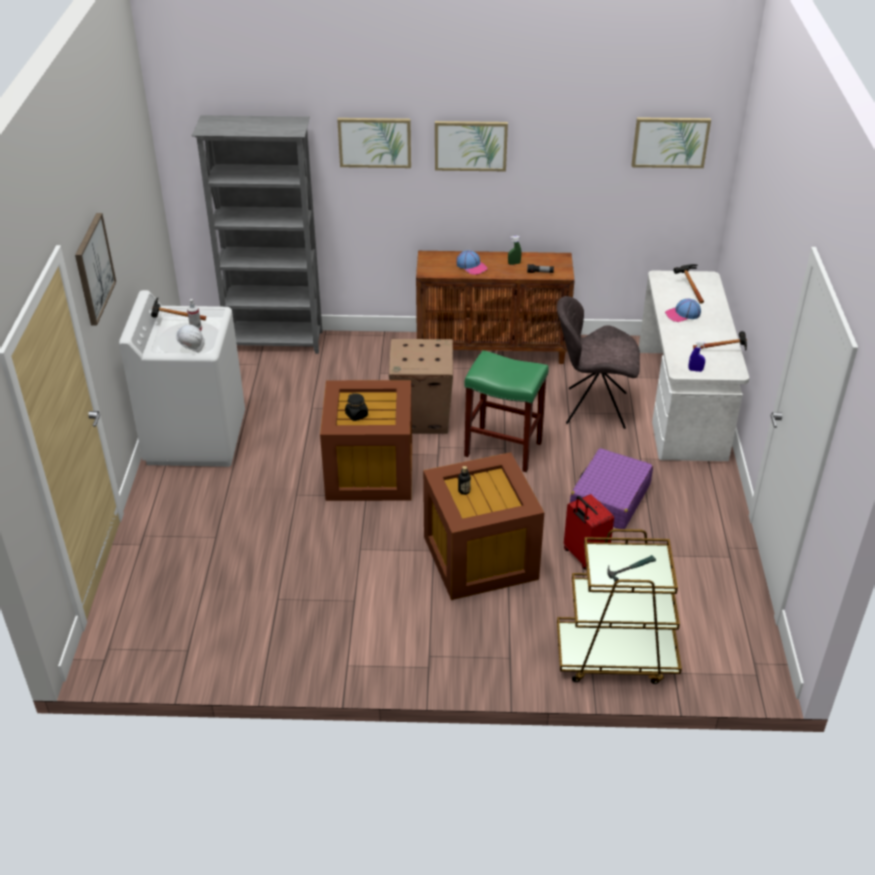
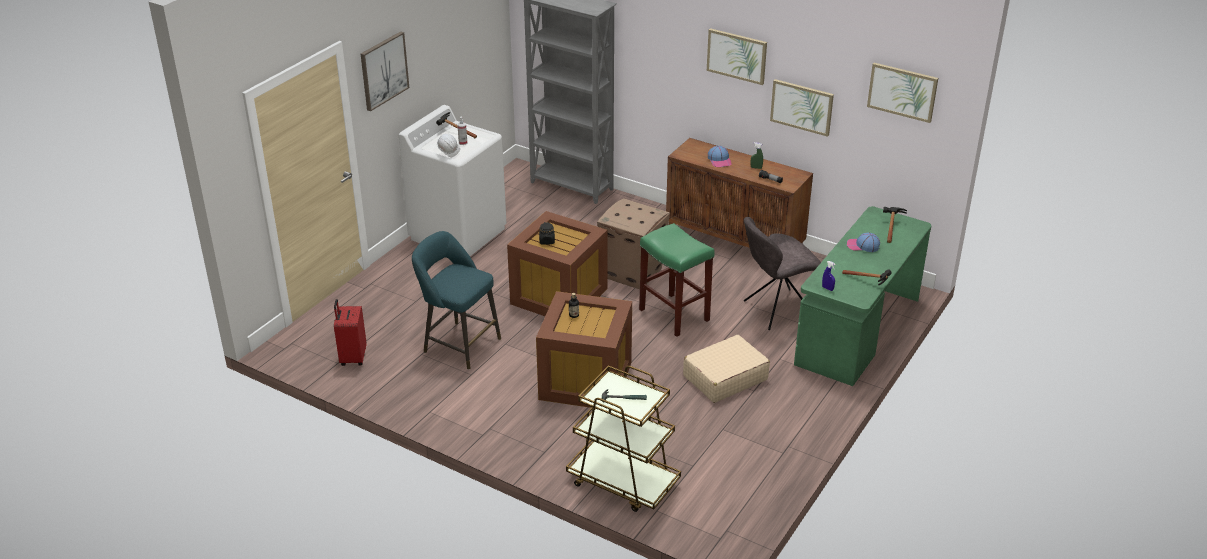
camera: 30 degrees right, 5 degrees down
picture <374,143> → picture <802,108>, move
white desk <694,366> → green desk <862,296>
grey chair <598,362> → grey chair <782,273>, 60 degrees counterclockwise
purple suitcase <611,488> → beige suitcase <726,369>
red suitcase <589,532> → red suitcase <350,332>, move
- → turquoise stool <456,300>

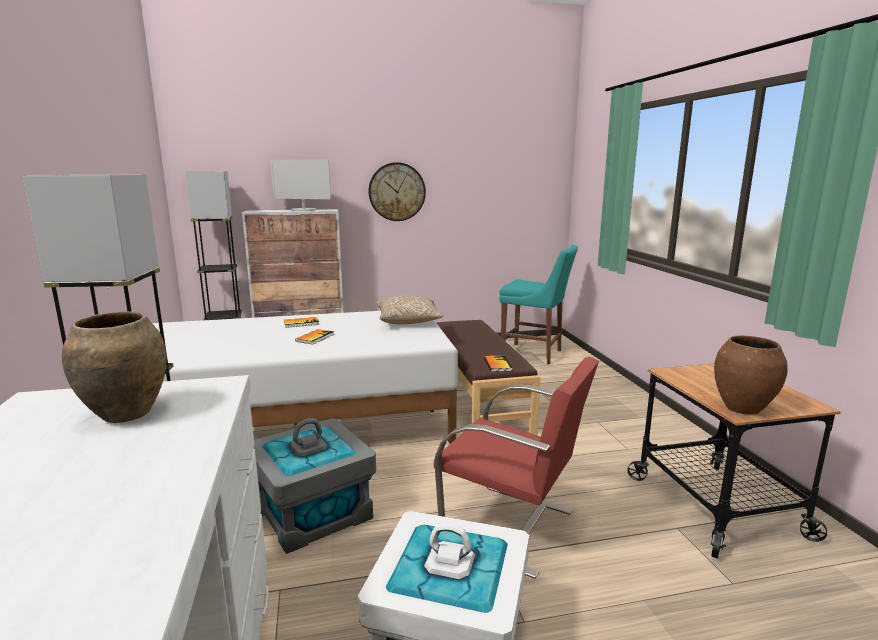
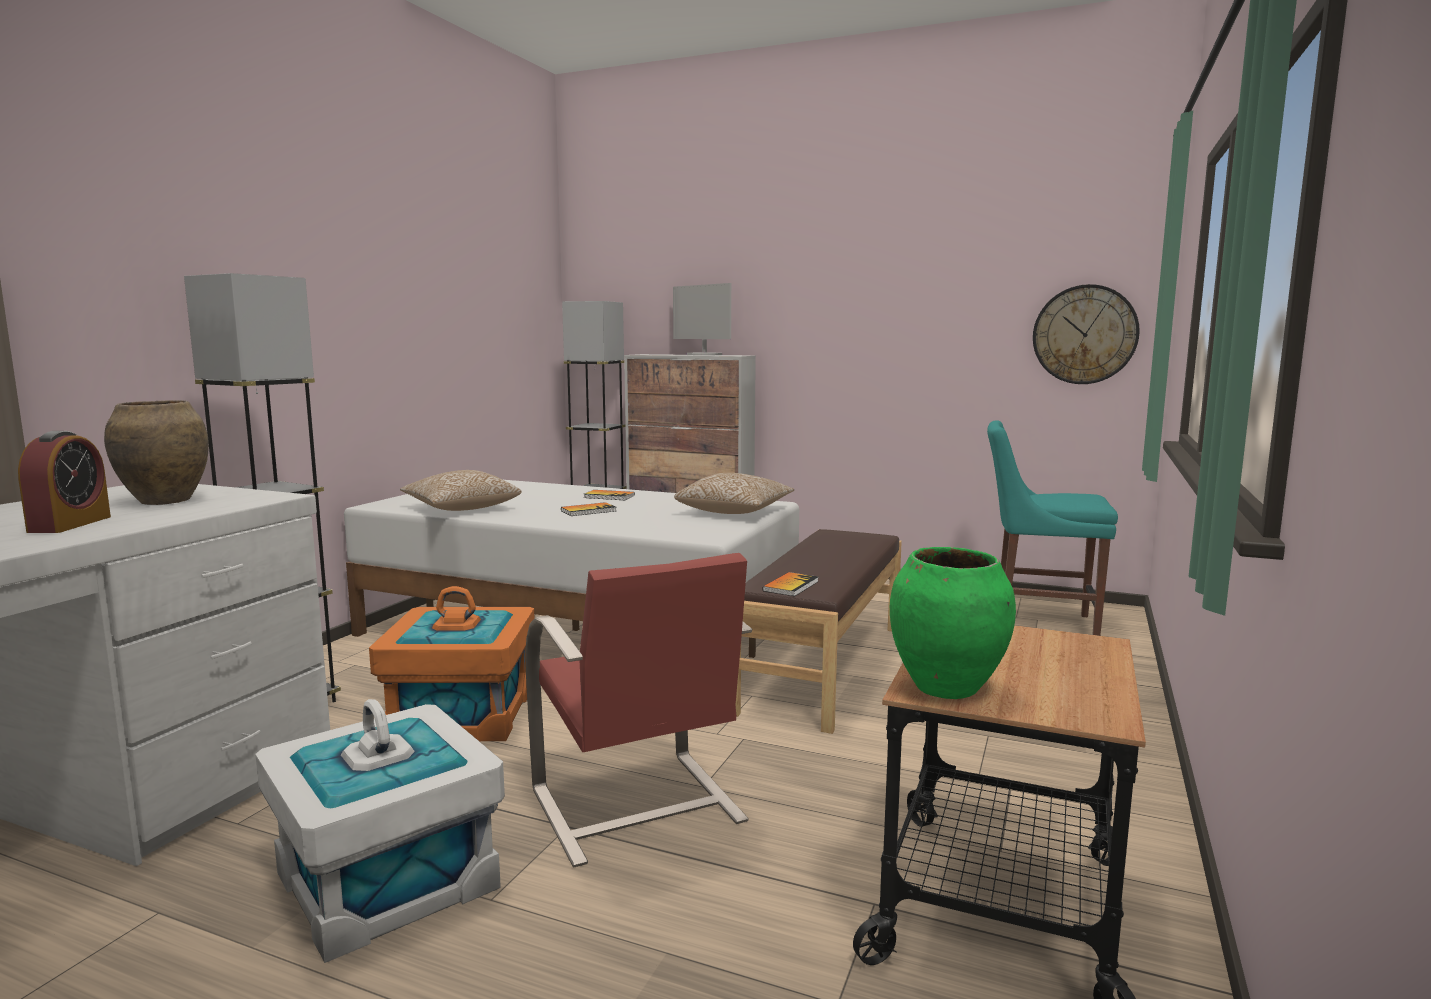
camera: 35 degrees right, 5 degrees down
wall clock <397,191> → wall clock <1086,334>, move
turquoise chair <538,305> → turquoise chair <1052,528>, 135 degrees clockwise
brown vase <751,374> → green vase <953,623>
grey storage box <314,486> → orange storage box <452,663>
- → alarm clock <64,482>
- → pillow <461,490>

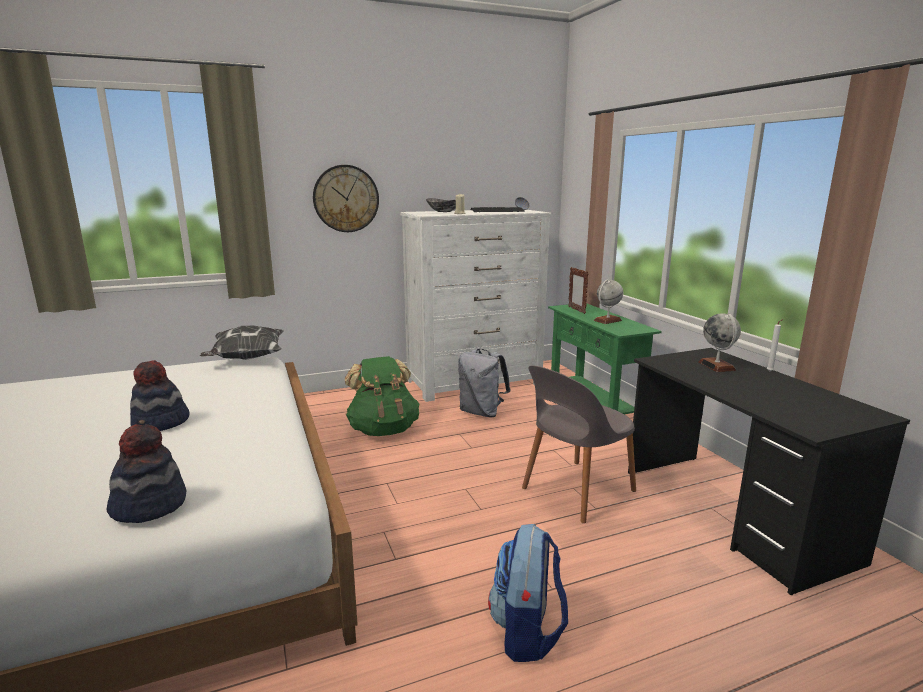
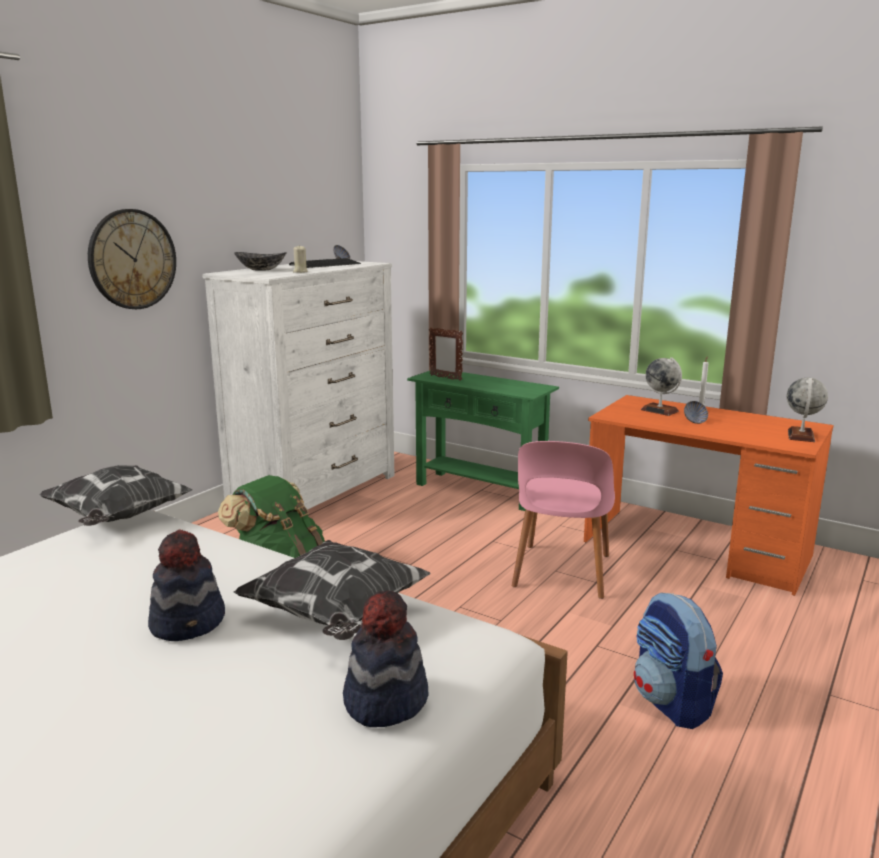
camera: 35 degrees left, 0 degrees up
globe <608,301> → globe <807,410>, move
black desk <769,471> → orange desk <708,495>
grey backpack <484,383> → -
grey chair <579,444> → pink chair <563,520>
- → bowl <696,412>
- → pillow <332,590>

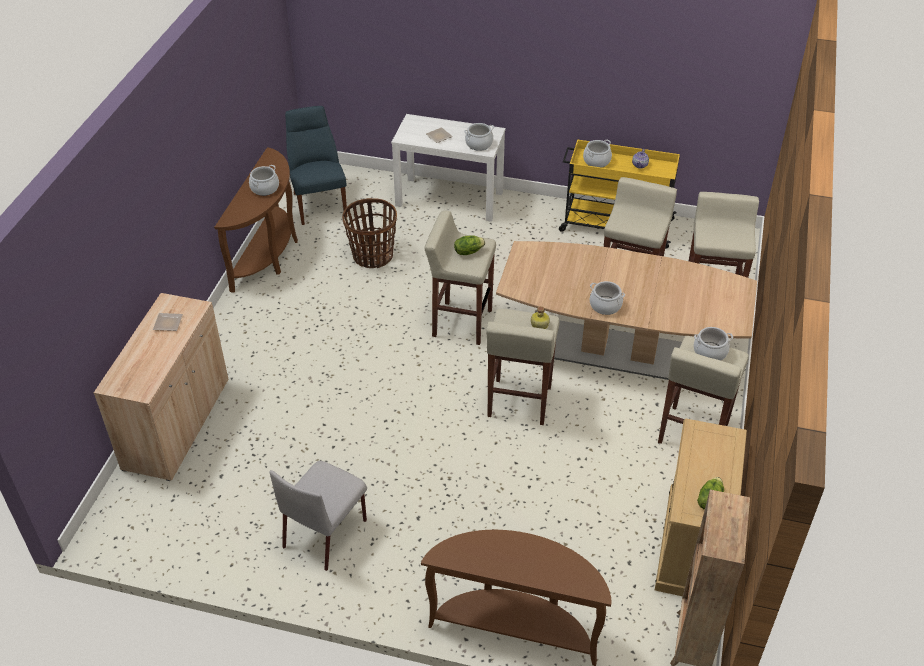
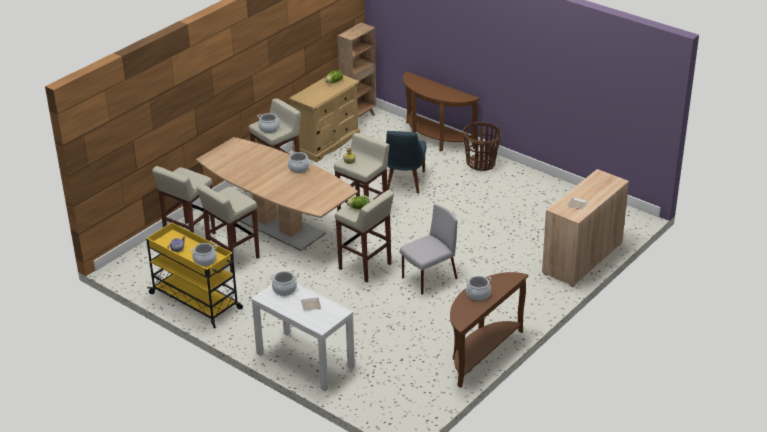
camera: 155 degrees left, 10 degrees down
blue chair <316,165> → blue chair <406,162>, move
basket <369,233> → basket <482,146>, move
grey chair <318,516> → grey chair <428,249>, move

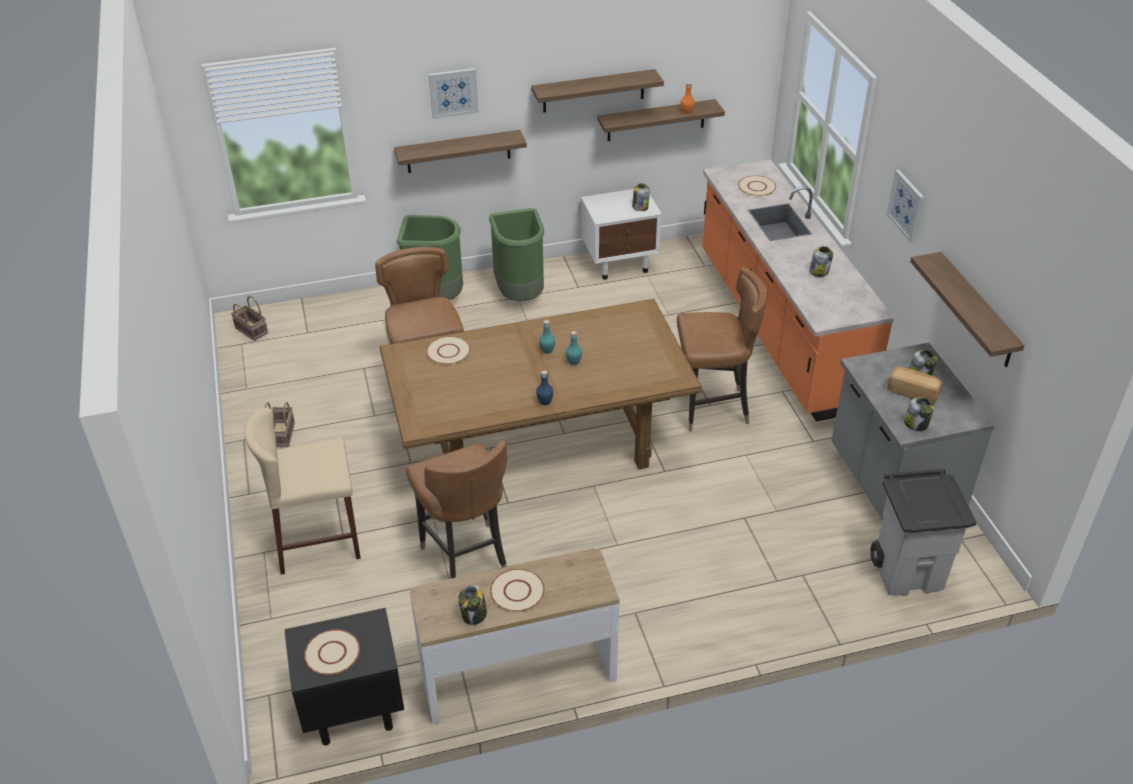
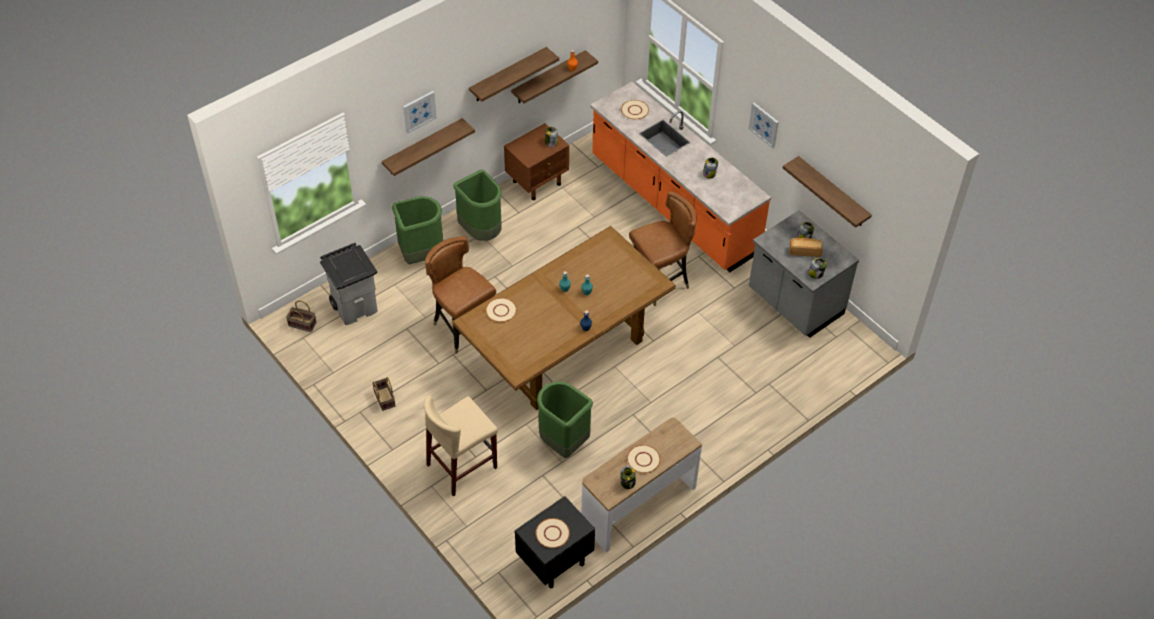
camera: 25 degrees left, 10 degrees up
white nightstand <621,234> → brown nightstand <536,161>
brown chair <456,509> → green trash can <565,419>
grey trash can <923,532> → grey trash can <349,284>, move

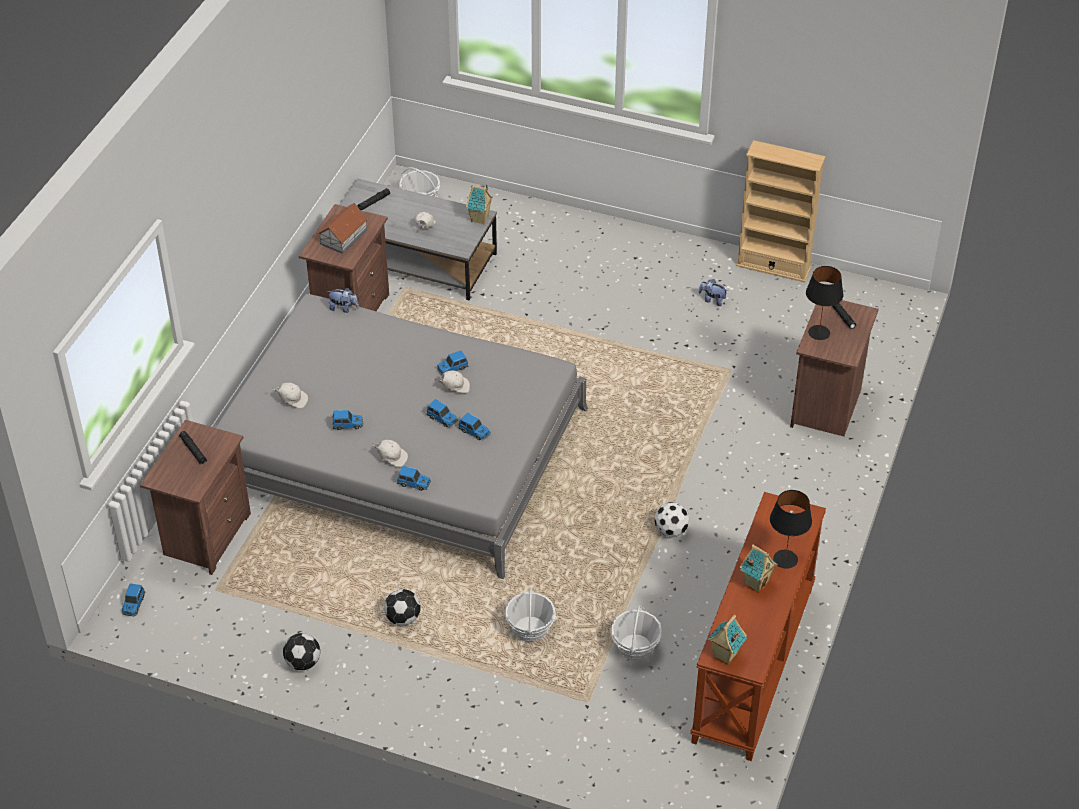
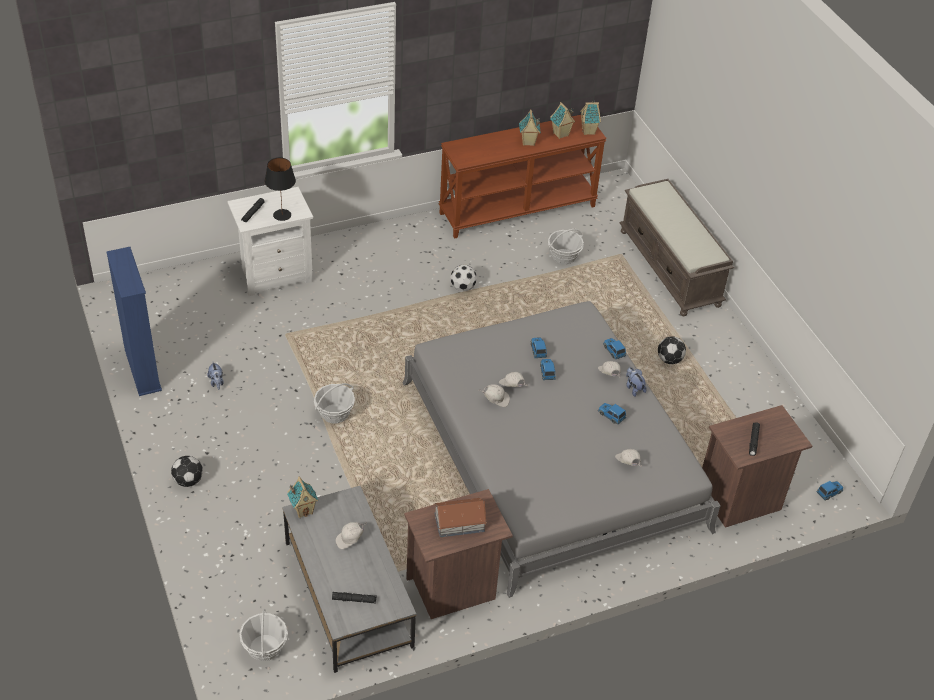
camera: 135 degrees left, 0 degrees up
beige bookcase <781,211> → blue bookcase <134,321>
plush toy <343,300> → plush toy <636,382>, move
brown nightstand <834,368> → white nightstand <270,241>
toy car <452,362> → white cap <494,395>
black table lamp <791,529> → -
basket <530,614> → basket <334,403>, move
football <301,651> → football <187,471>, move
- → toy house <562,120>
- → brown bench <676,247>

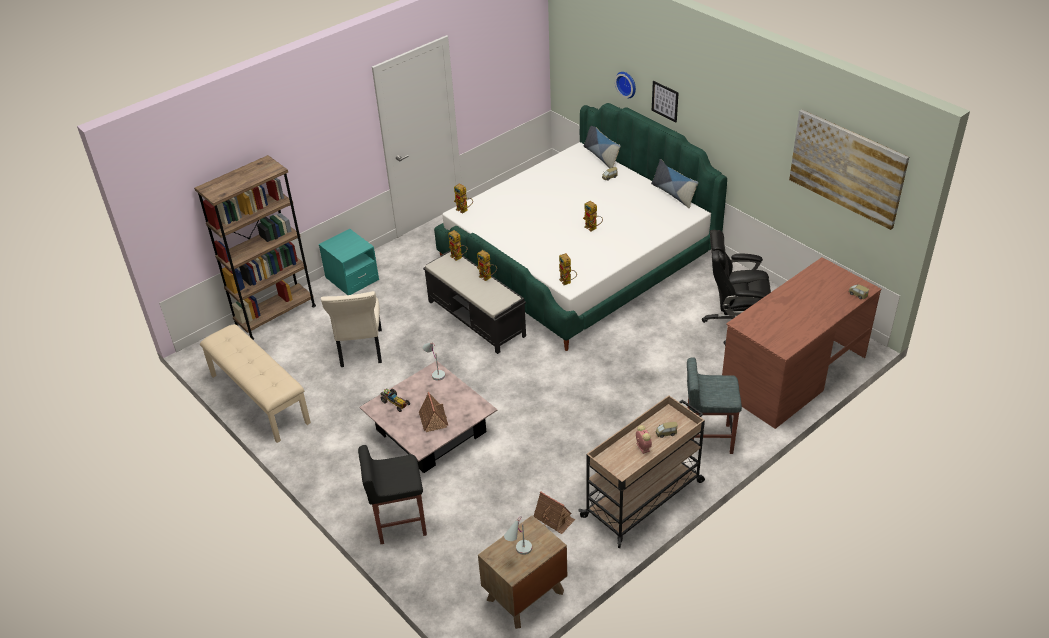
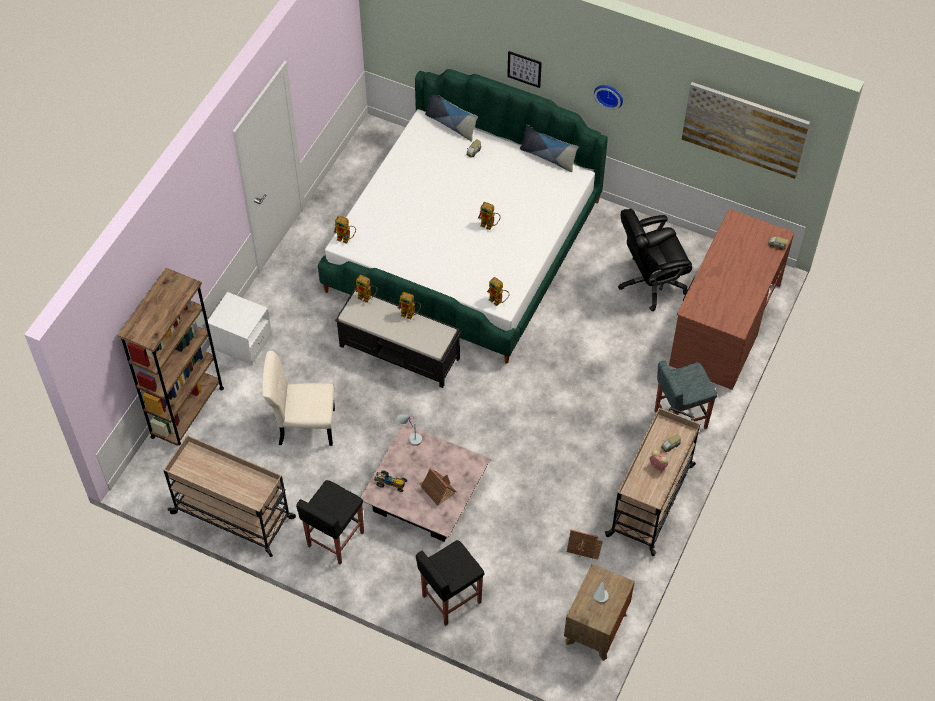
camera: 25 degrees left, 15 degrees up
wall clock <625,85> → wall clock <608,97>, move
turquoise nightstand <349,262> → white nightstand <240,328>
beige chair <351,329> → beige chair <298,398>, 120 degrees clockwise
beige bench <255,383> → beige cart <229,496>
- → black stool <330,522>

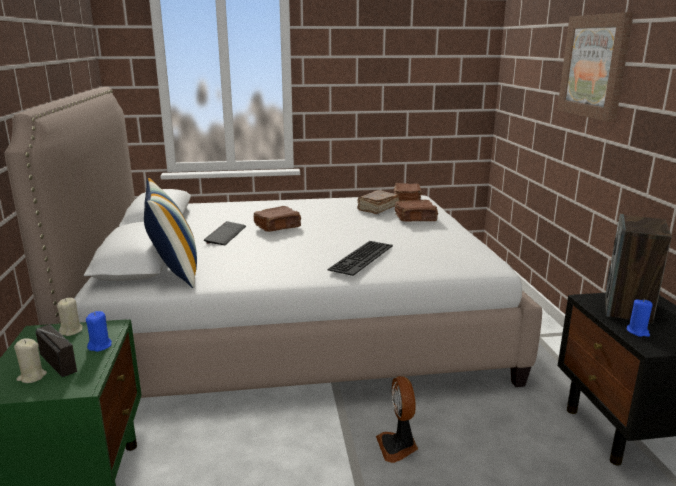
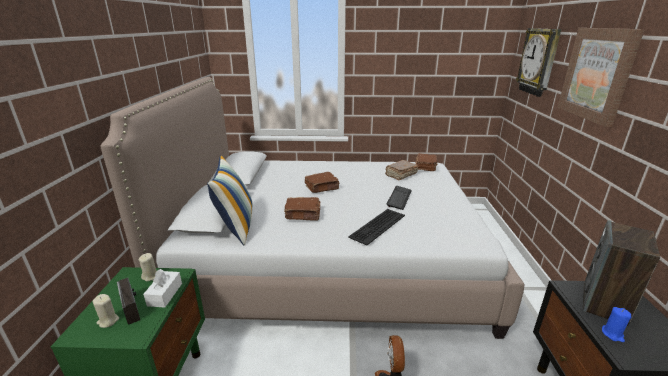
camera: 10 degrees right, 5 degrees up
brown book <417,210> → brown book <302,209>, move
keyboard <225,233> → keyboard <399,198>, move
blue candle <99,331> → white tissue box <162,288>
- → wall clock <538,62>

